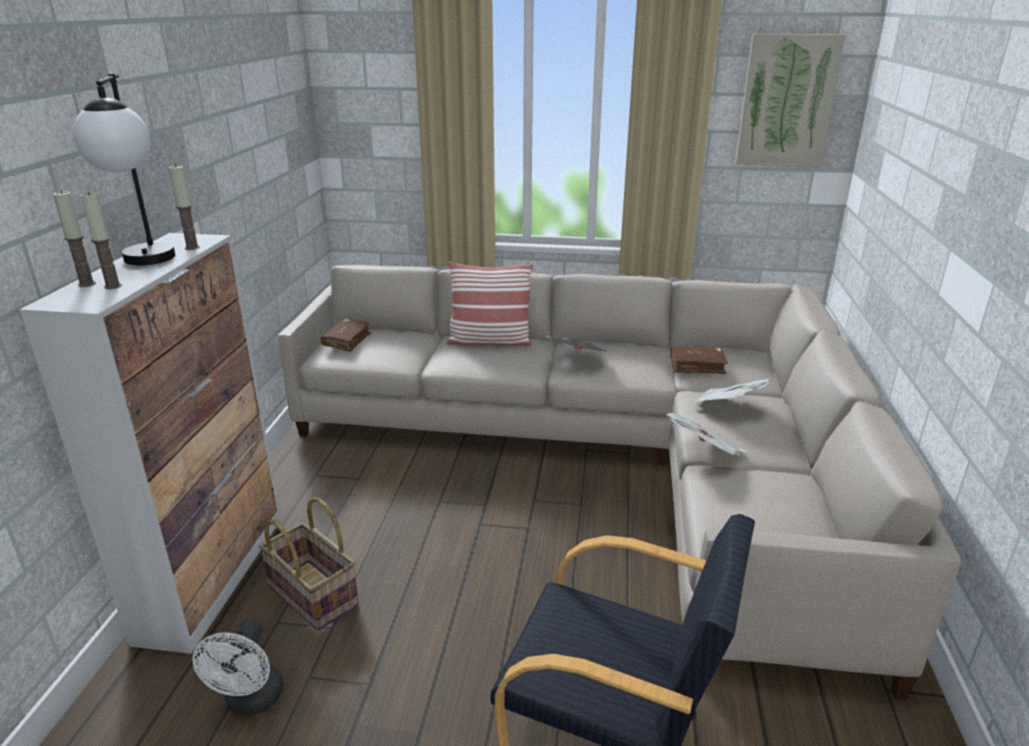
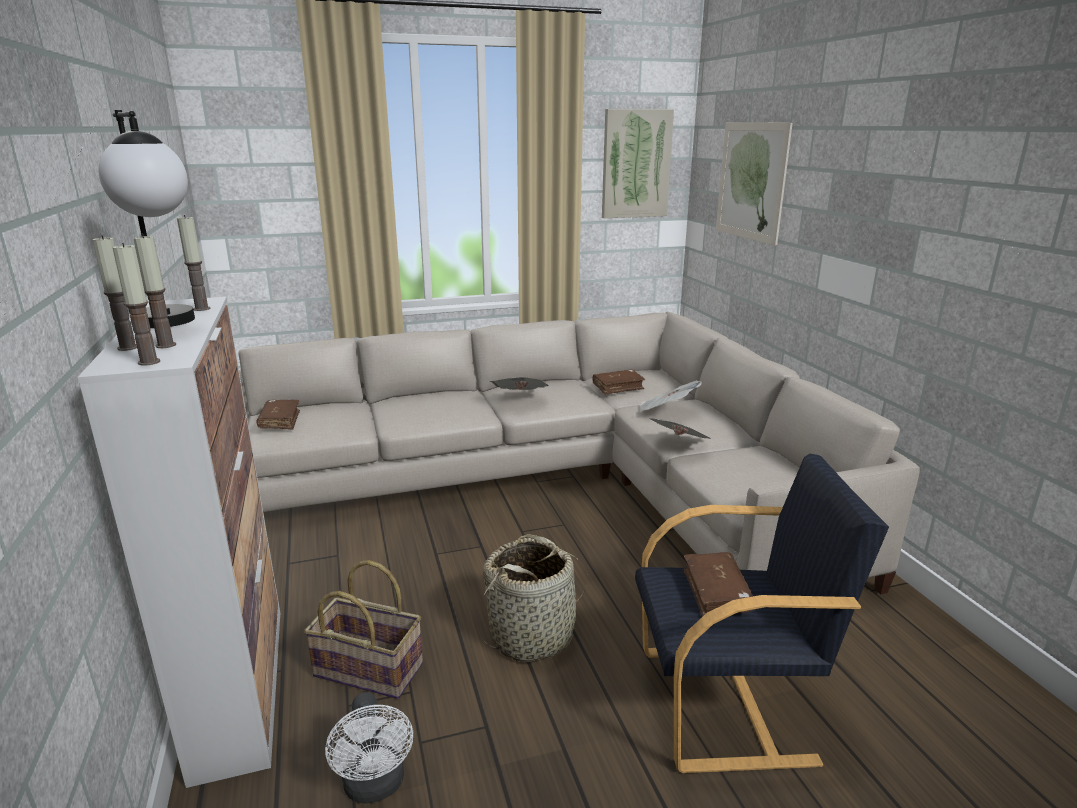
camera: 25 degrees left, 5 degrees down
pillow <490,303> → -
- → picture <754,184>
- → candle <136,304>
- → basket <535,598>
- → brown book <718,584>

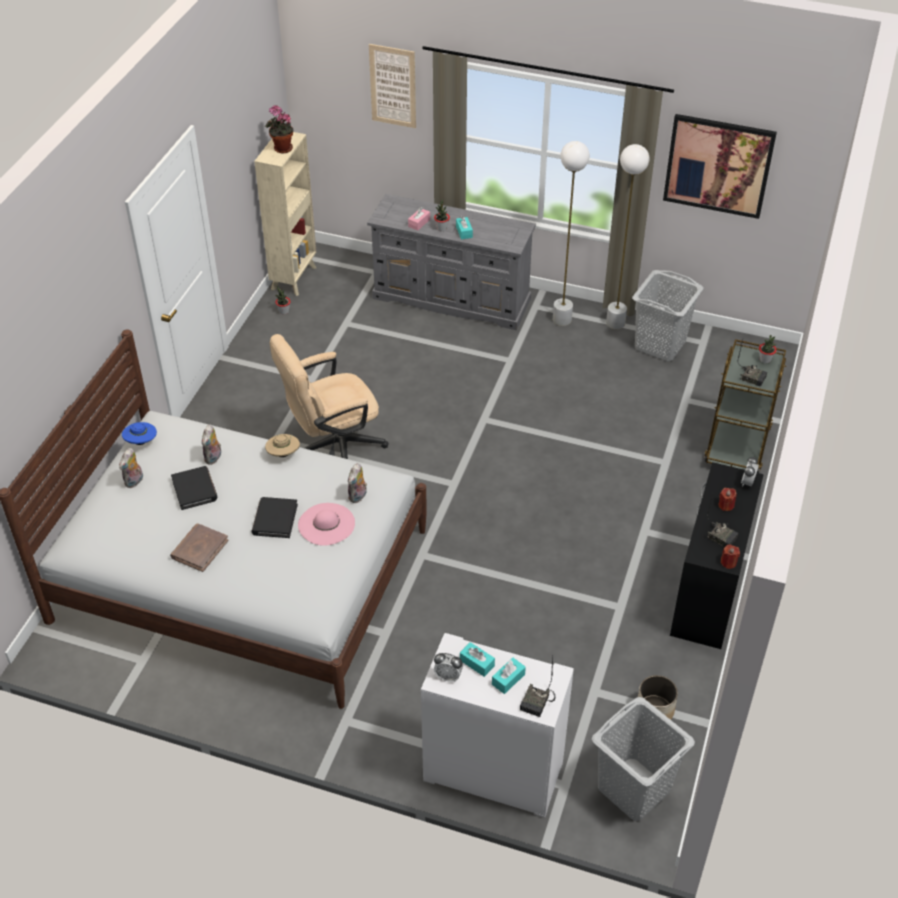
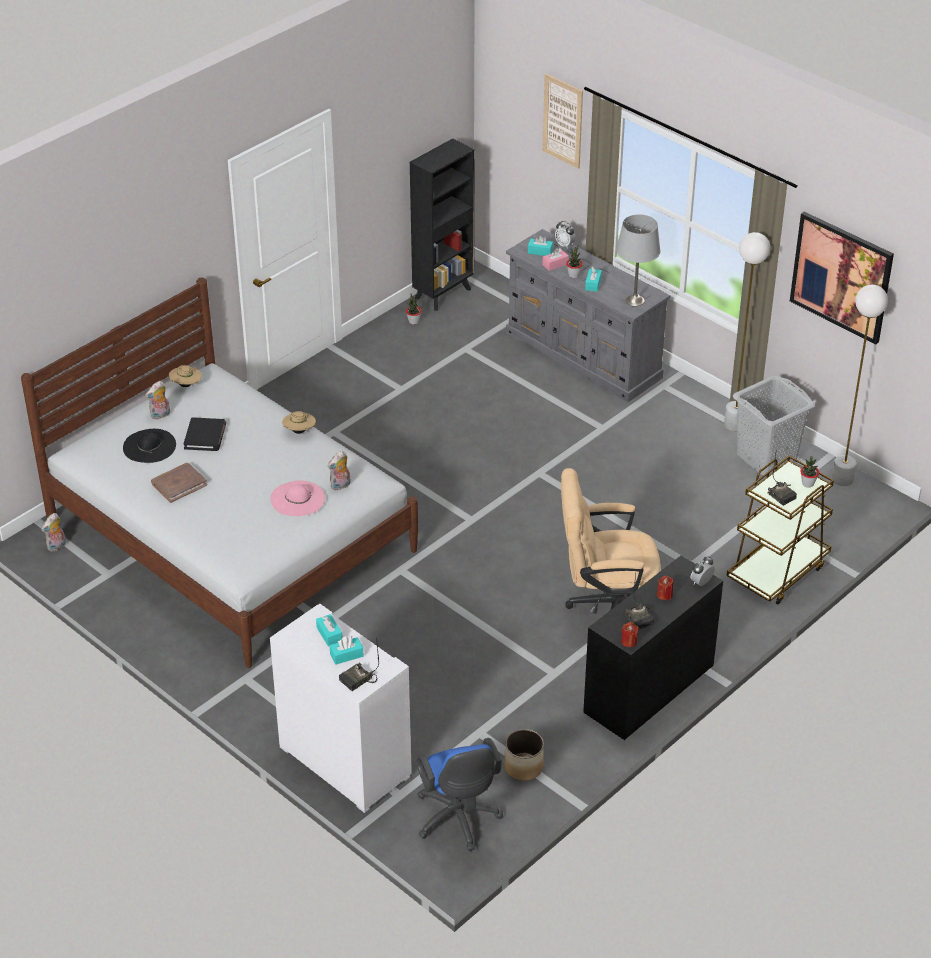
camera: 25 degrees right, 5 degrees down
potted plant <279,129> → -
beige bookcase <285,214> → black bookcase <442,224>
white floor lamp <571,233> → white floor lamp <860,385>, move
beige office chair <329,396> → beige office chair <611,541>, move
blue hat <139,433> → beige hat <185,376>
plush toy <211,444> → plush toy <53,532>, move
black book <274,517> → -
alarm clock <448,667> → alarm clock <565,235>, move
grey laundry basket <643,759> → blue office chair <460,794>
- → grey table lamp <638,260>
- → turquoise tissue box <540,246>
- → black hat <149,446>

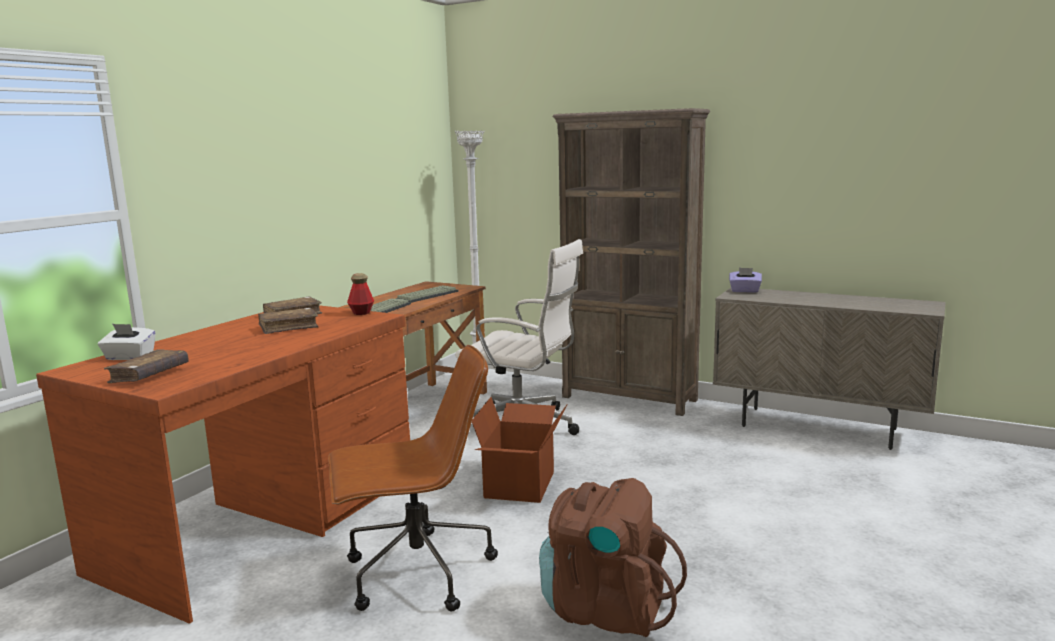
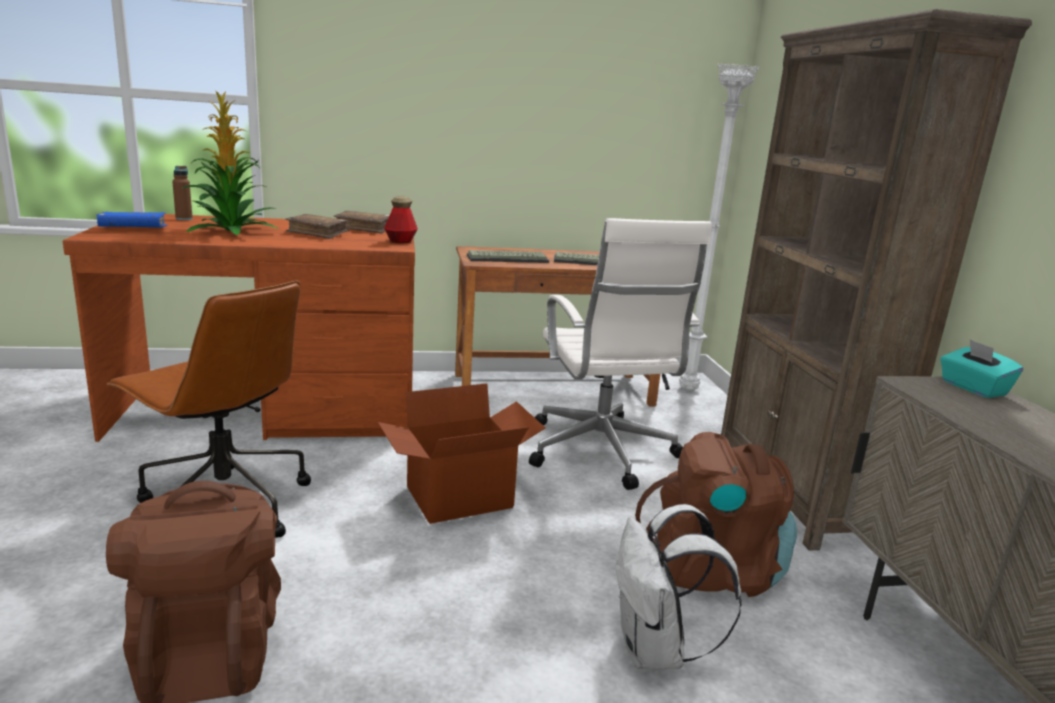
camera: 50 degrees right, 5 degrees up
purple tissue box <745,280> → turquoise tissue box <981,369>
white tissue box <127,342> → brown bottle <182,193>
brown book <146,366> → blue book <132,220>
- → potted plant <229,163>
- → brown backpack <716,514>
- → white backpack <679,586>

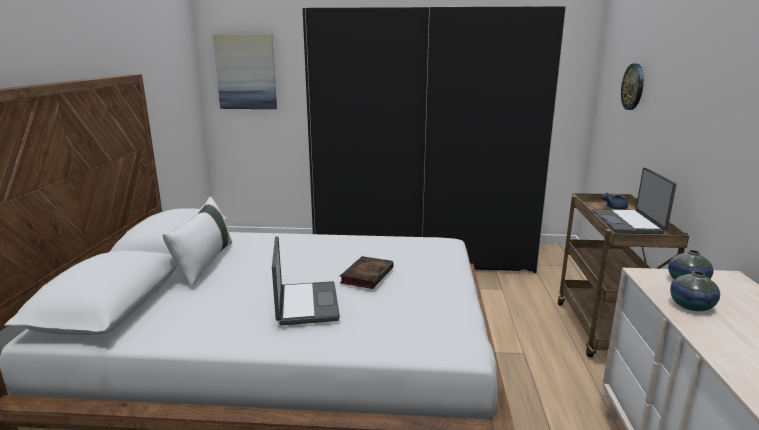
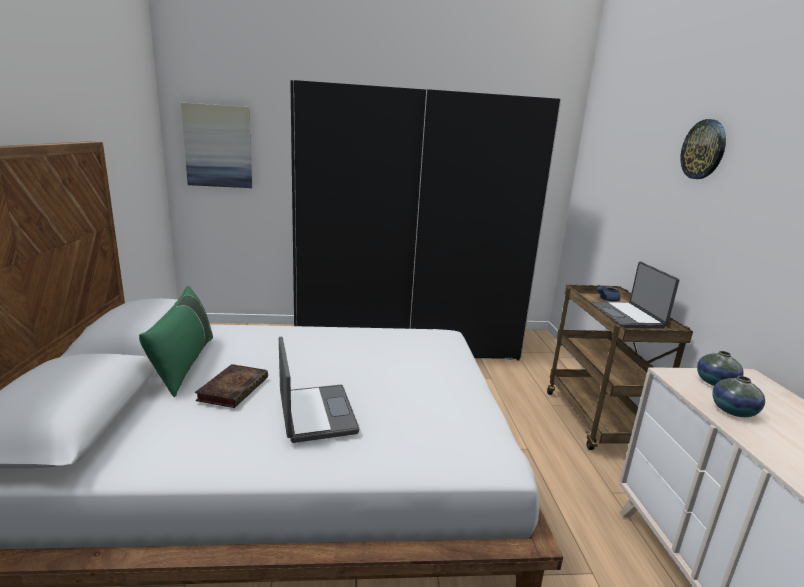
camera: 10 degrees left, 0 degrees up
wall clock <632,87> → wall clock <703,149>, move
white pillow <197,243> → green pillow <176,341>
book <367,272> → book <231,386>, move

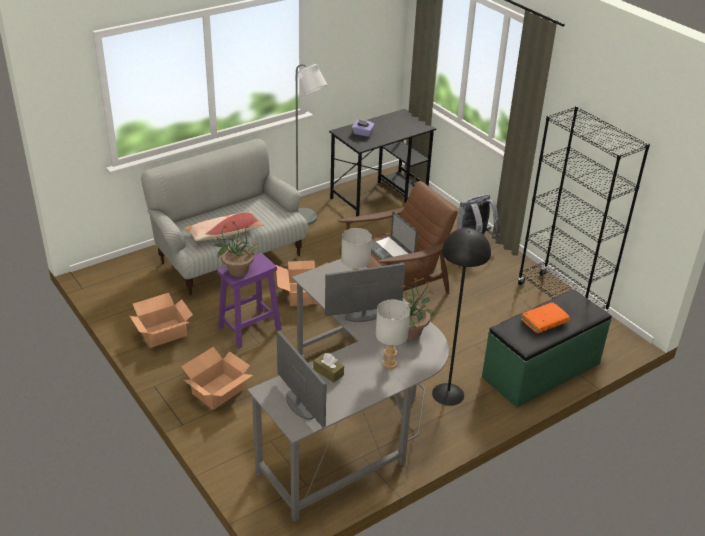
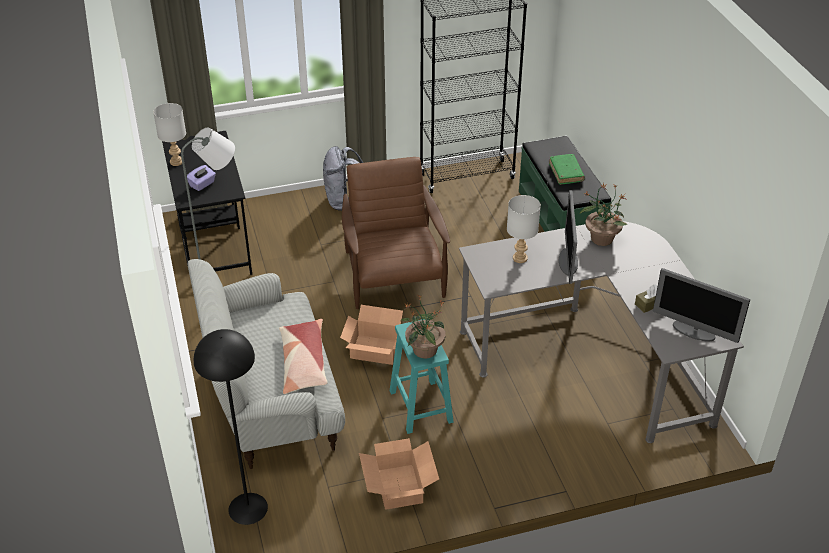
camera: 70 degrees left, 5 degrees up
laptop <394,238> → -
black floor lamp <461,317> → black floor lamp <231,427>, move
purple stool <249,300> → turquoise stool <422,376>
grey table lamp <393,334> → grey table lamp <169,134>, move
orange book <545,317> → green book <567,169>
monitor <302,378> → monitor <701,305>, 135 degrees counterclockwise
cardboard box <217,378> → -

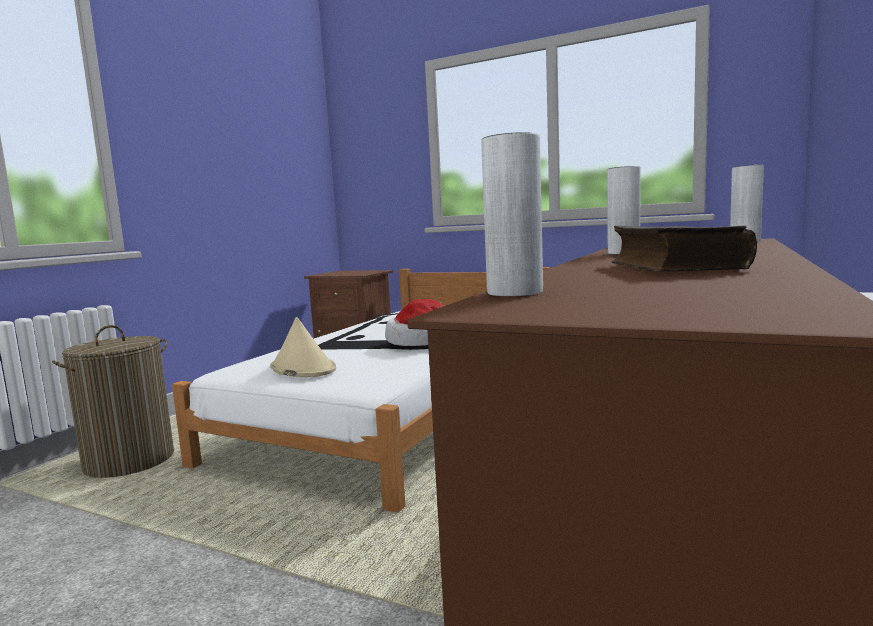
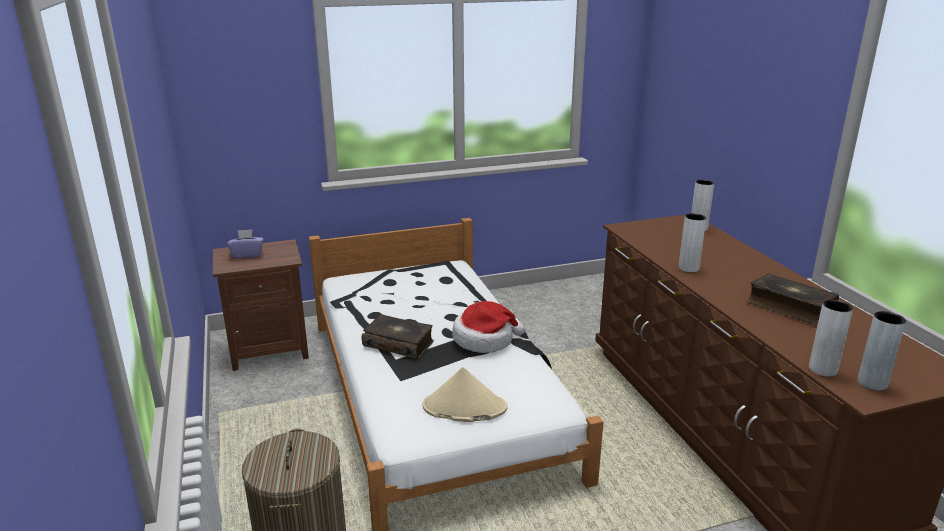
camera: 45 degrees left, 15 degrees up
- → purple tissue box <245,244>
- → grey vase <881,351>
- → book <398,336>

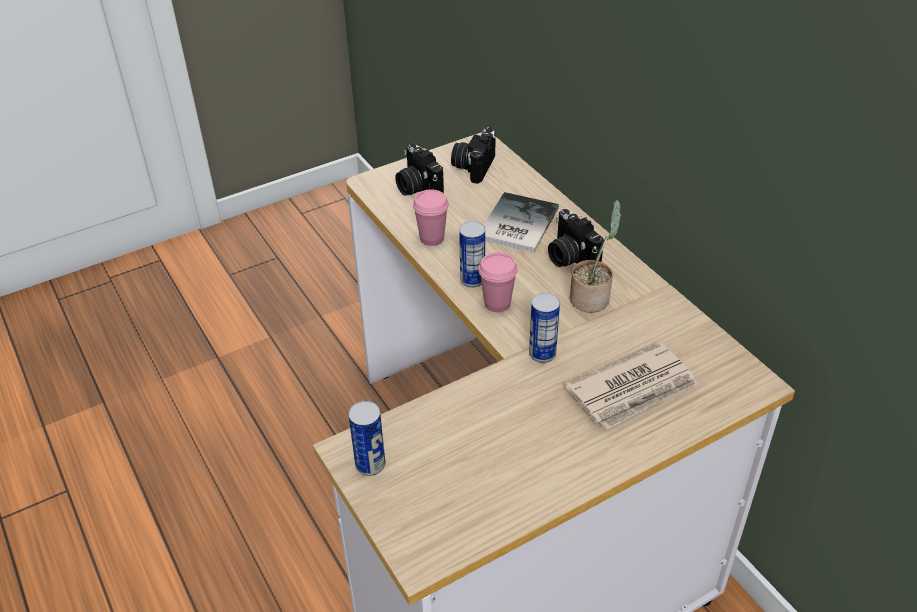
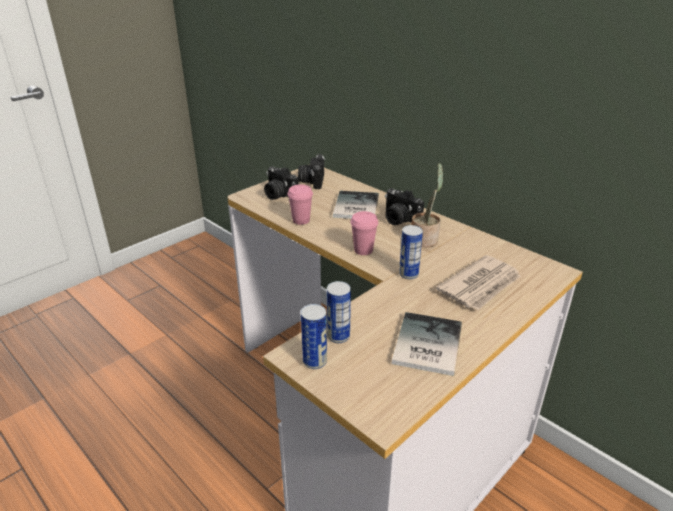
camera: 15 degrees left, 10 degrees down
can <472,254> → can <339,312>, move
- → book <427,344>

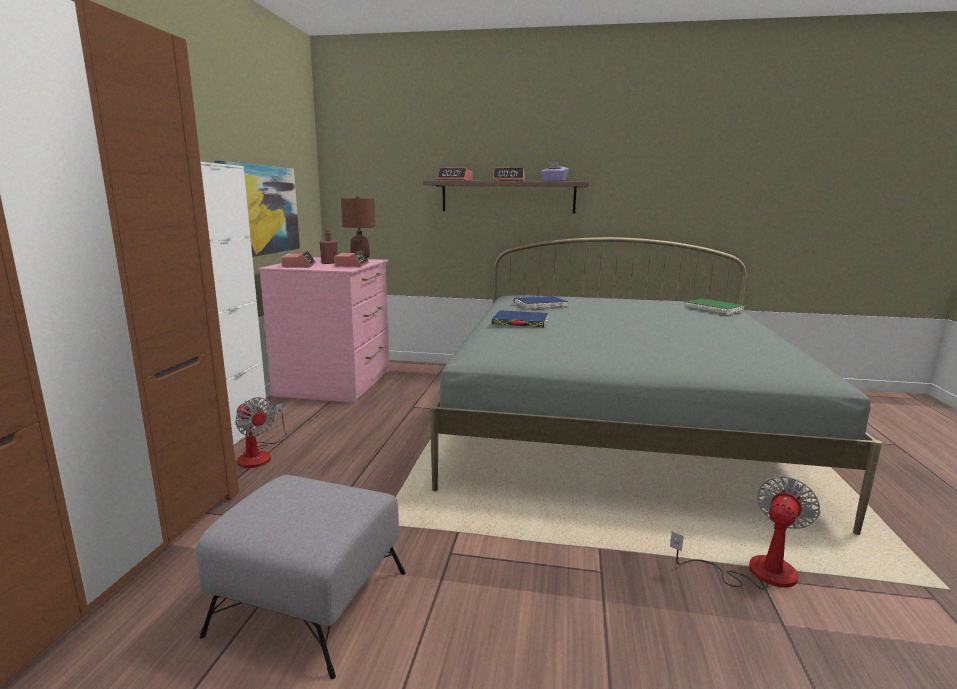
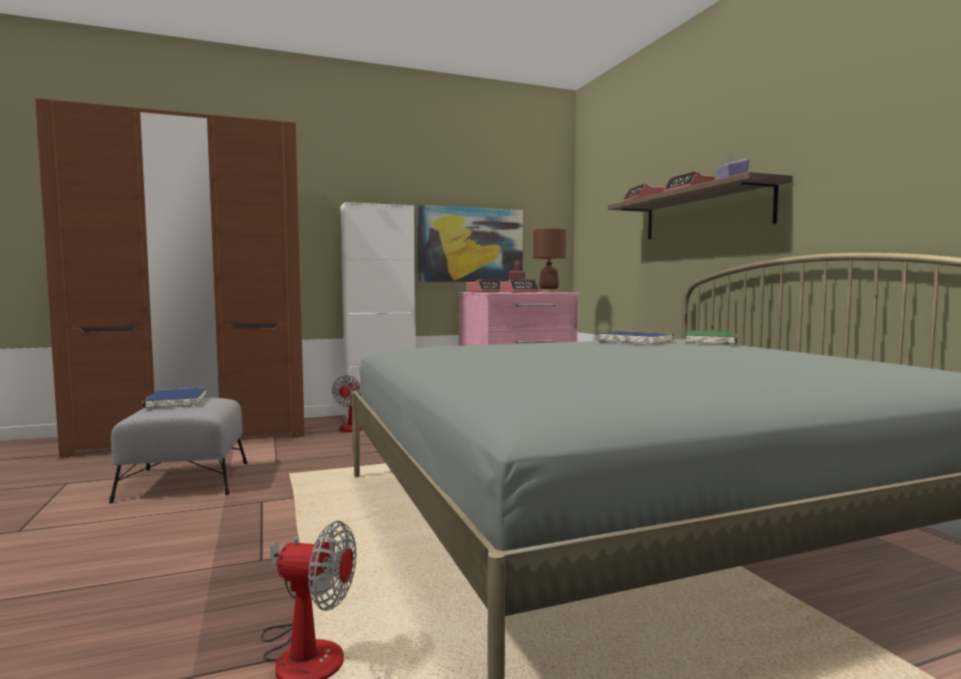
camera: 60 degrees right, 10 degrees down
green book <714,307> → green book <712,337>, move
blue book <520,318> → blue book <174,397>, move

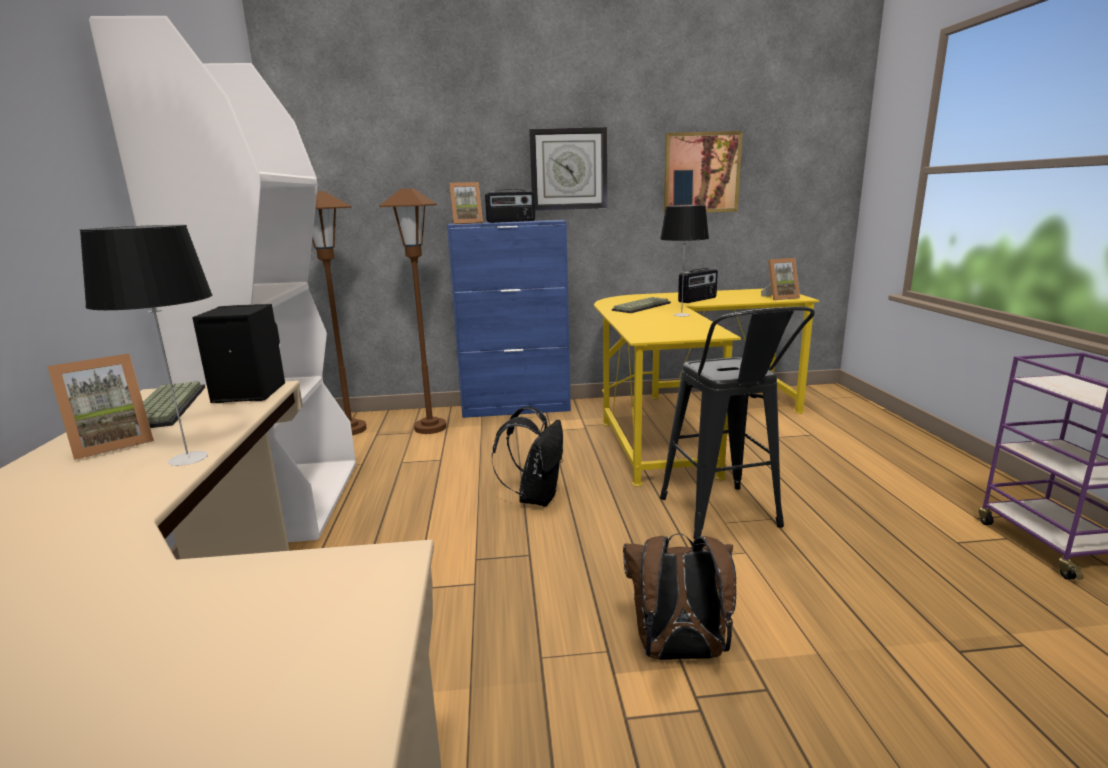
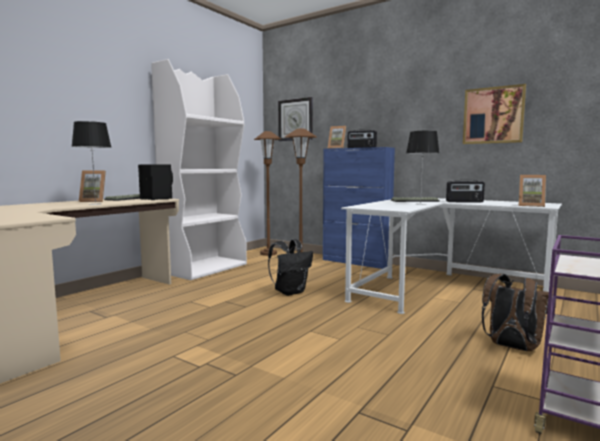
camera: 40 degrees right, 10 degrees down
wall clock <568,168> → wall clock <295,119>, move
yellow desk <706,388> → white desk <451,256>
black stool <737,423> → -
brown backpack <679,596> → brown backpack <517,312>, move

